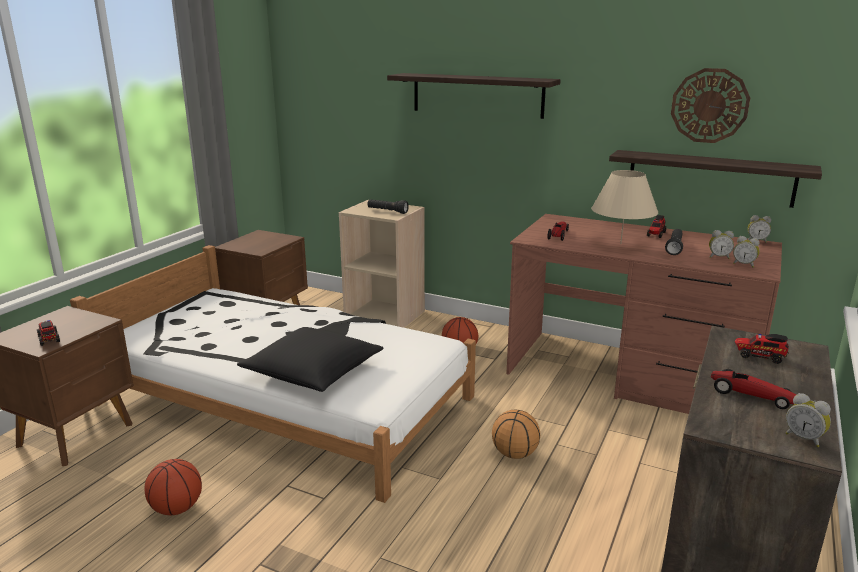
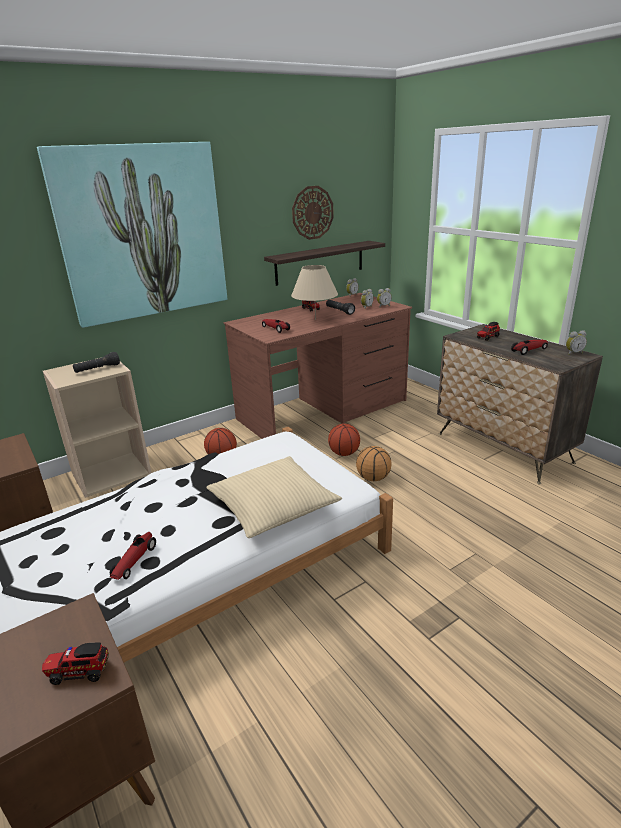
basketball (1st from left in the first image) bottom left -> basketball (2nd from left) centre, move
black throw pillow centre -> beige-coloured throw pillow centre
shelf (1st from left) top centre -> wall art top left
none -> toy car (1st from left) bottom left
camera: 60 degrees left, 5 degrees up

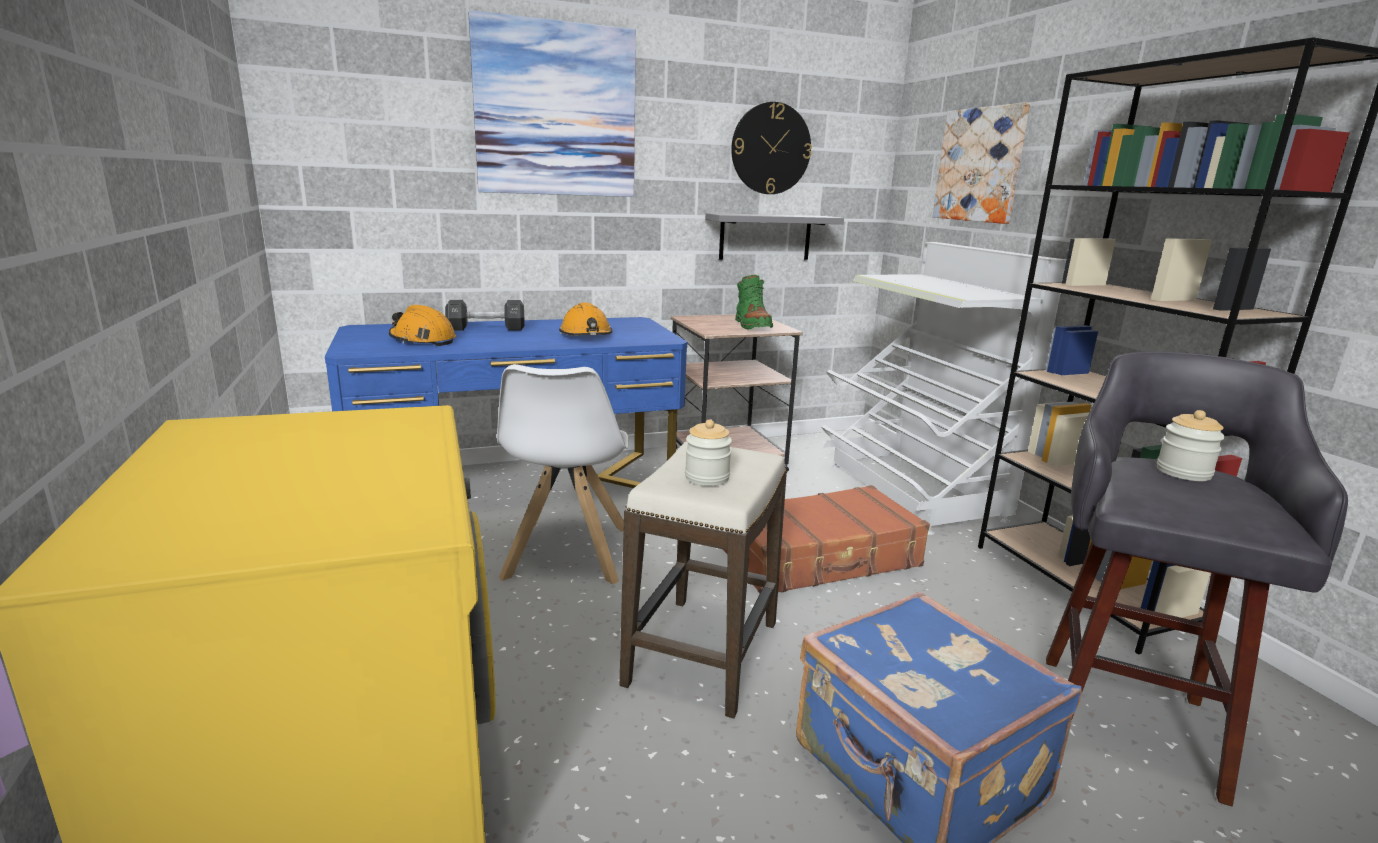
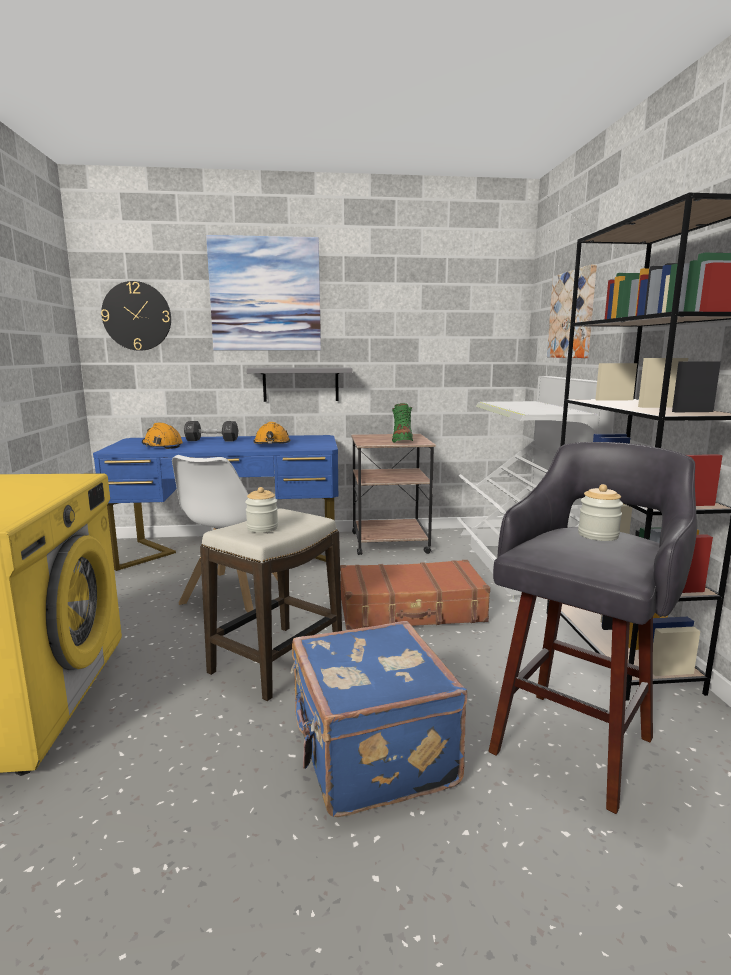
grey shelf top centre -> grey shelf centre, move
clock on the wall top centre -> clock on the wall top left, move
camera: 15 degrees right, 5 degrees down

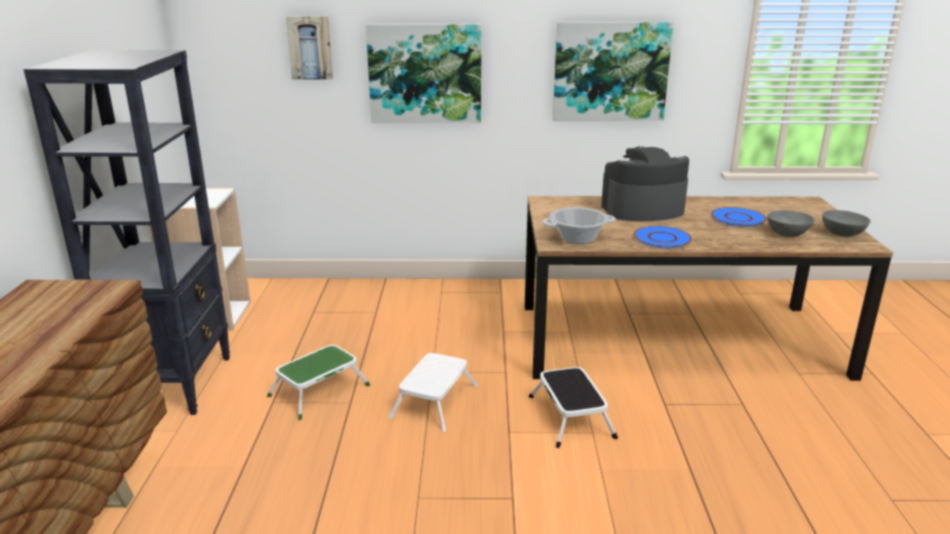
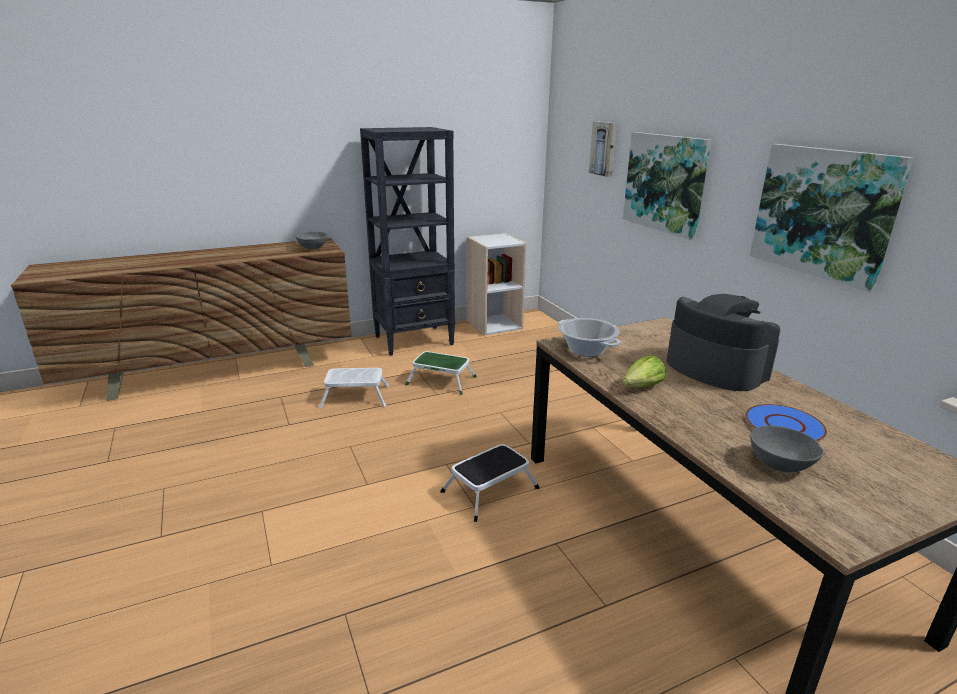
whitish step ladder bottom centre -> whitish step ladder centre, move
blue plate (1st from left) middle right -> head of lettuce middle right
grey serving bowl (2nd from left in the first image) middle right -> grey serving bowl (1st from left) middle left, move
camera: 65 degrees right, 0 degrees up

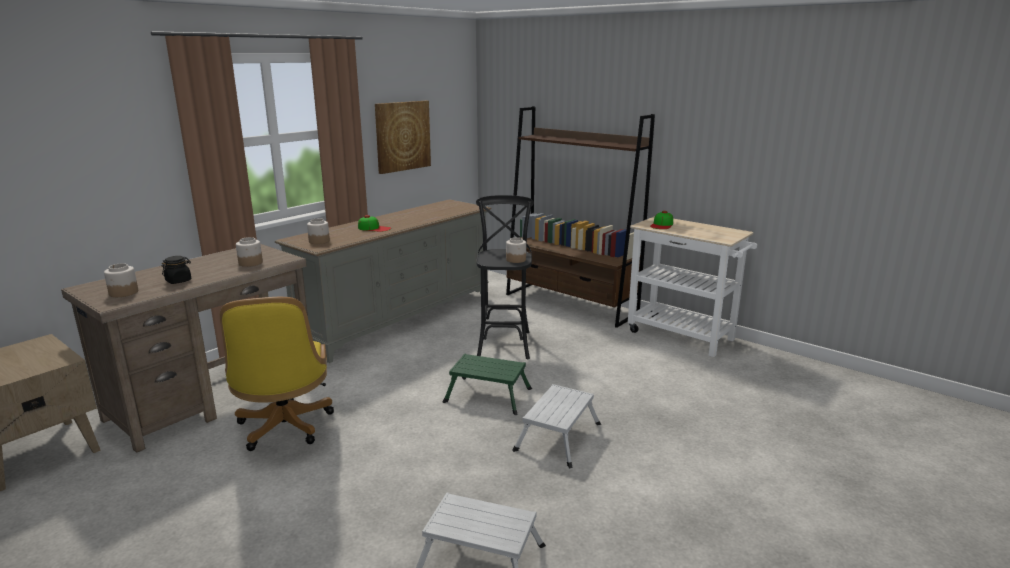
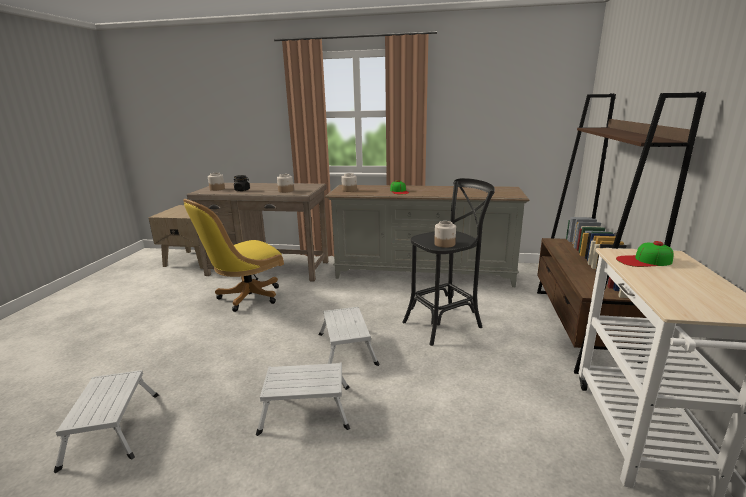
wall art top centre -> none
green step ladder bottom centre -> whitish step ladder (3rd from left) bottom centre
camera: 60 degrees right, 0 degrees up

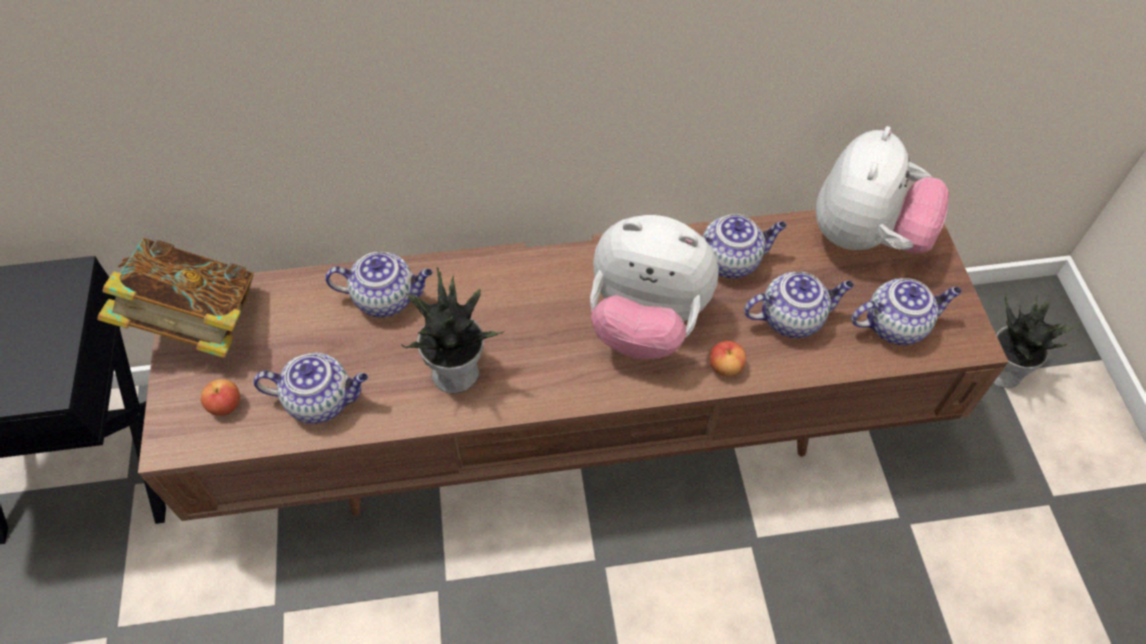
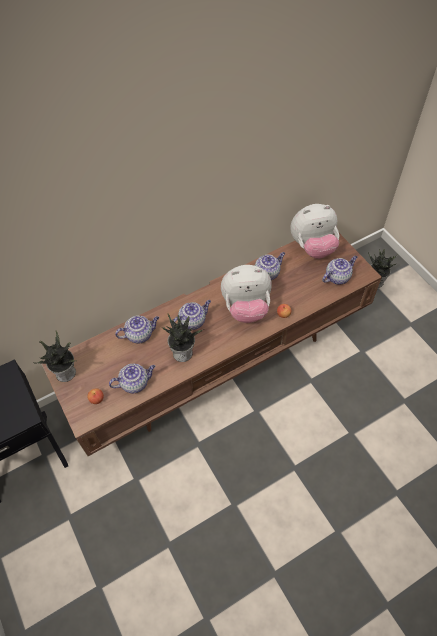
book middle left -> potted plant (1st from left) middle left
pot for tea (4th from left in the first image) middle right -> pot for tea (3rd from left) centre, move
soft toy (2nd from left) top right -> soft toy (2nd from left) middle right, 75 degrees clockwise
camera: 20 degrees left, 0 degrees up

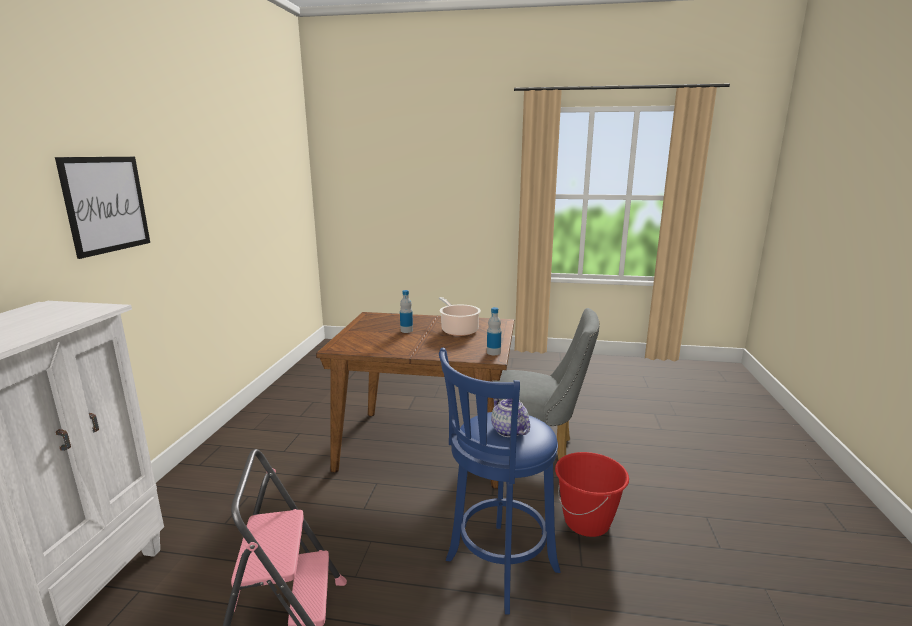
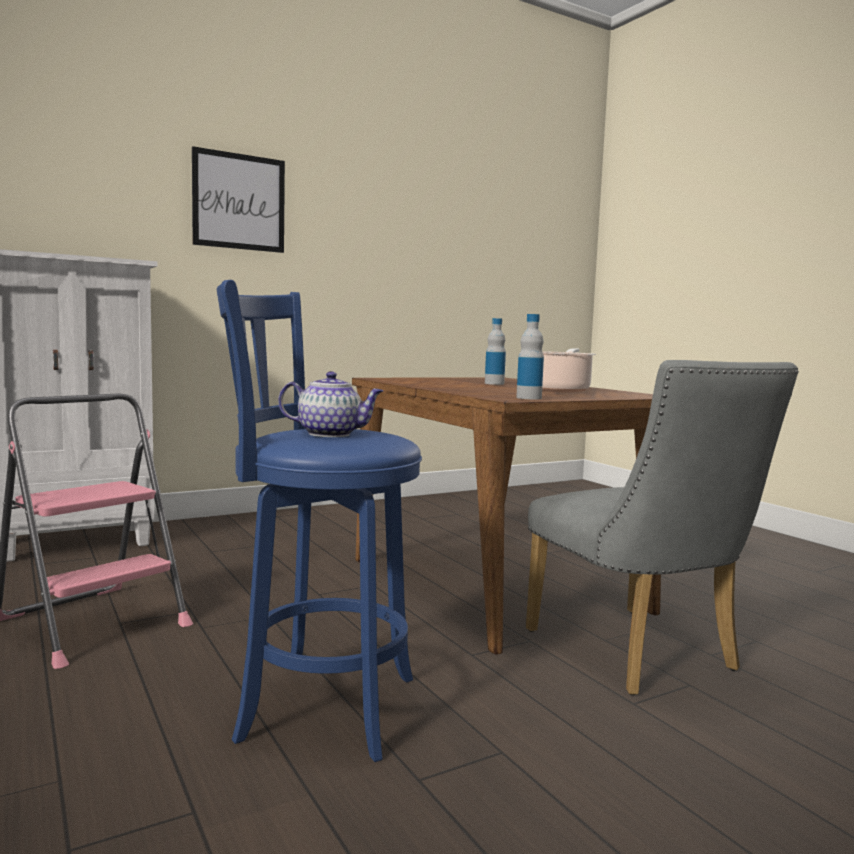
pot for tea centre, 75 degrees clockwise
red-coloured pail bottom centre -> none
camera: 50 degrees right, 10 degrees down

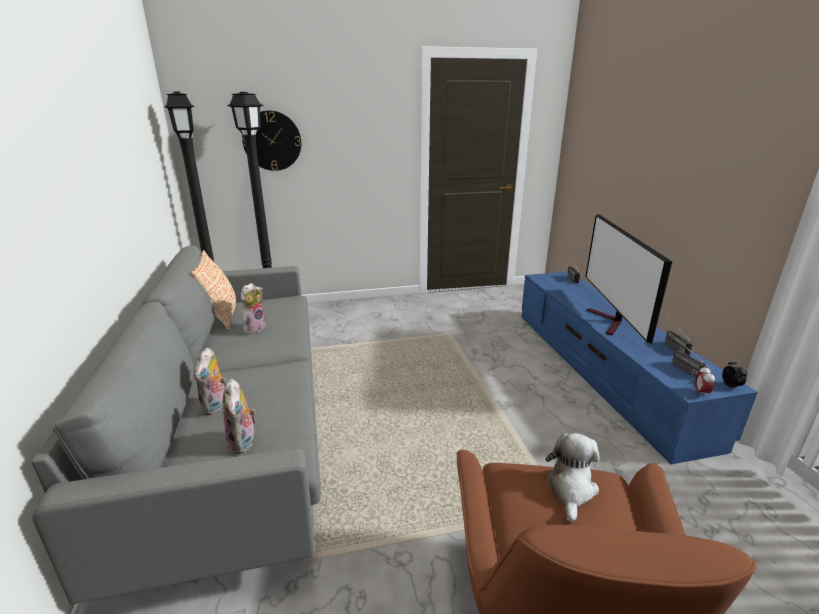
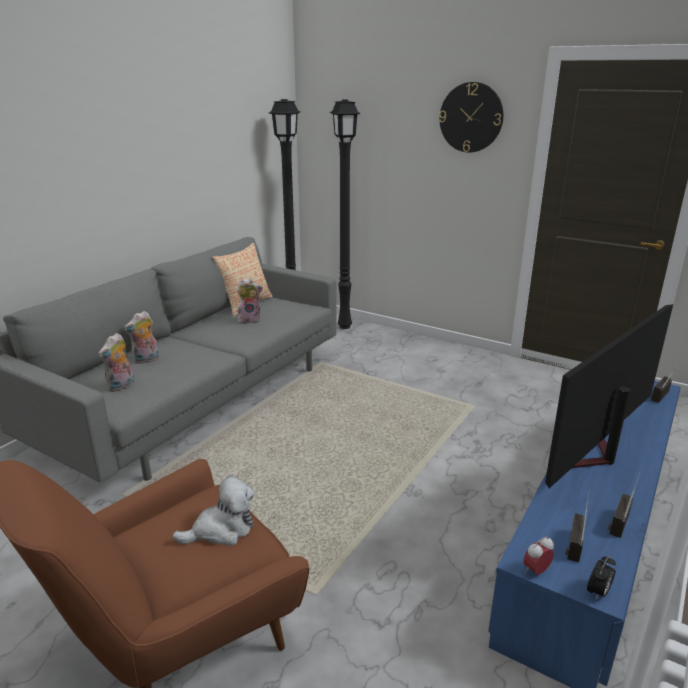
clock on the wall top left -> clock on the wall top right, move
camera: 45 degrees right, 0 degrees up

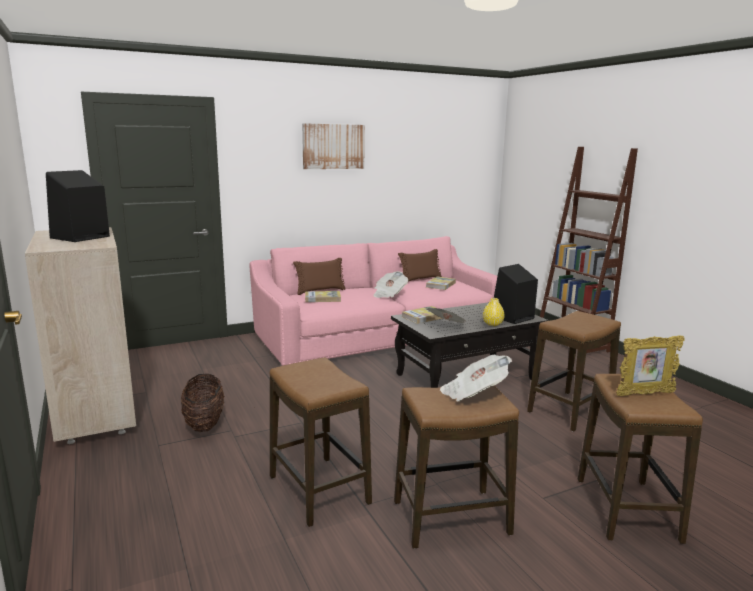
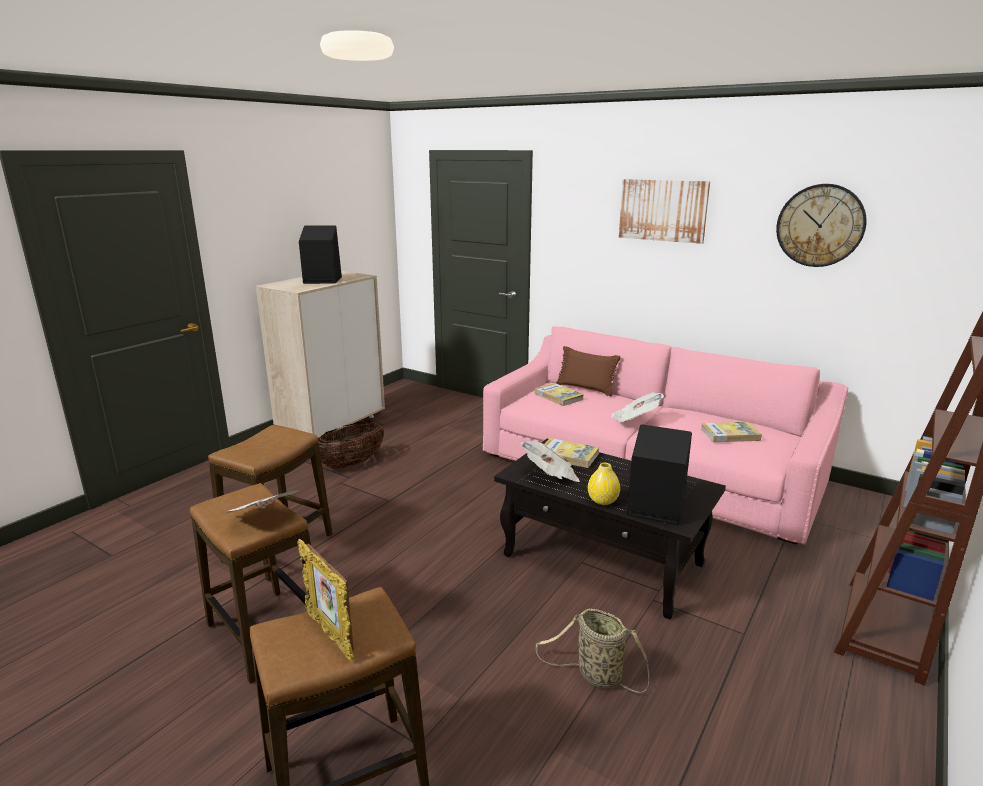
brown throw pillow (2nd from left) centre -> none
stool (3rd from left) middle right -> household basket (2nd from left) bottom centre
none -> clock on the wall top right
camera: 60 degrees right, 5 degrees up

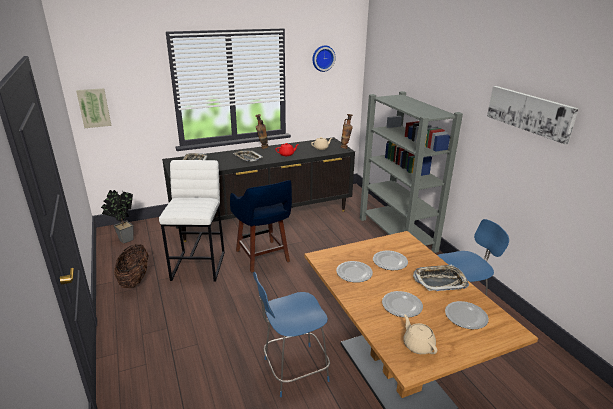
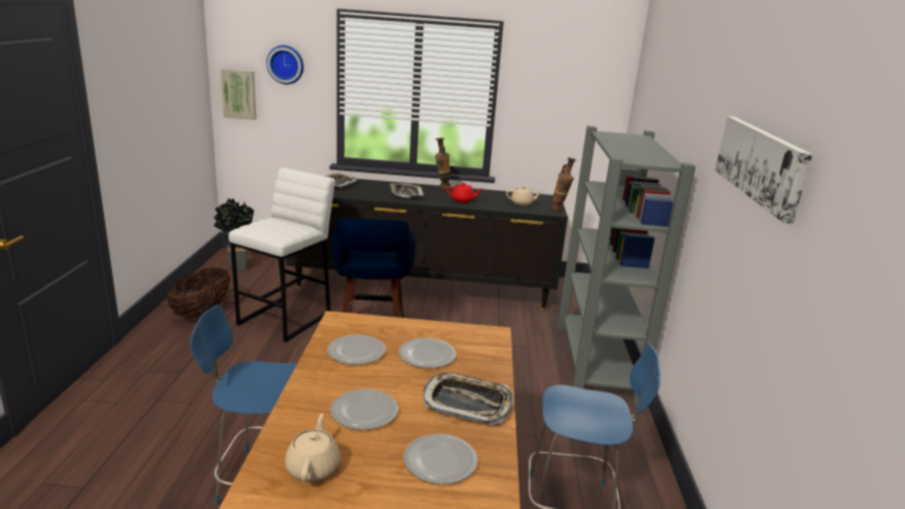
clock on the wall top centre -> clock on the wall top left, move
camera: 25 degrees right, 5 degrees down

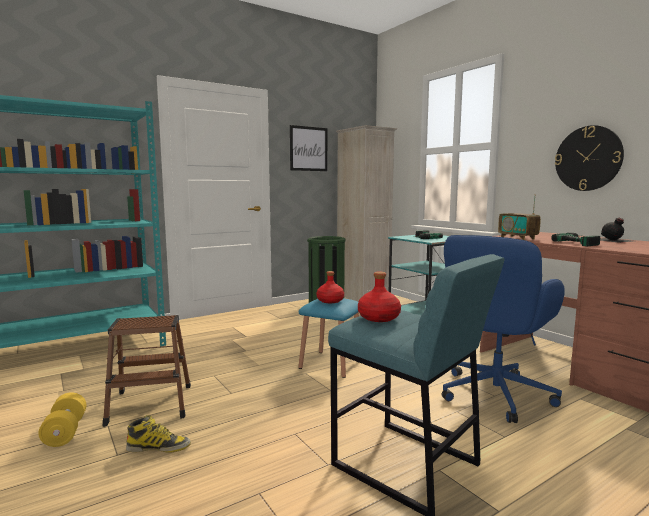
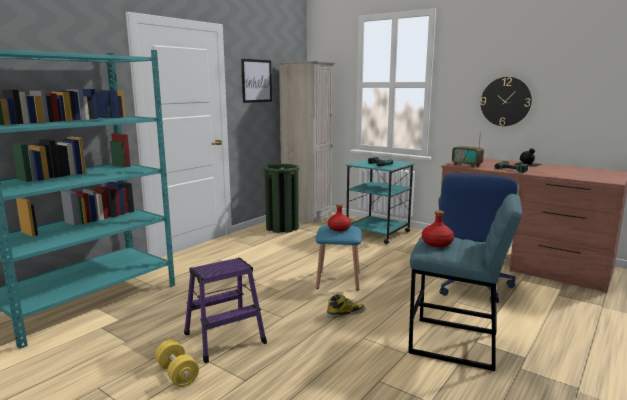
brown step ladder bottom left -> purplish step ladder bottom centre
boot bottom left -> boot bottom centre, move
camera: 20 degrees left, 5 degrees up

